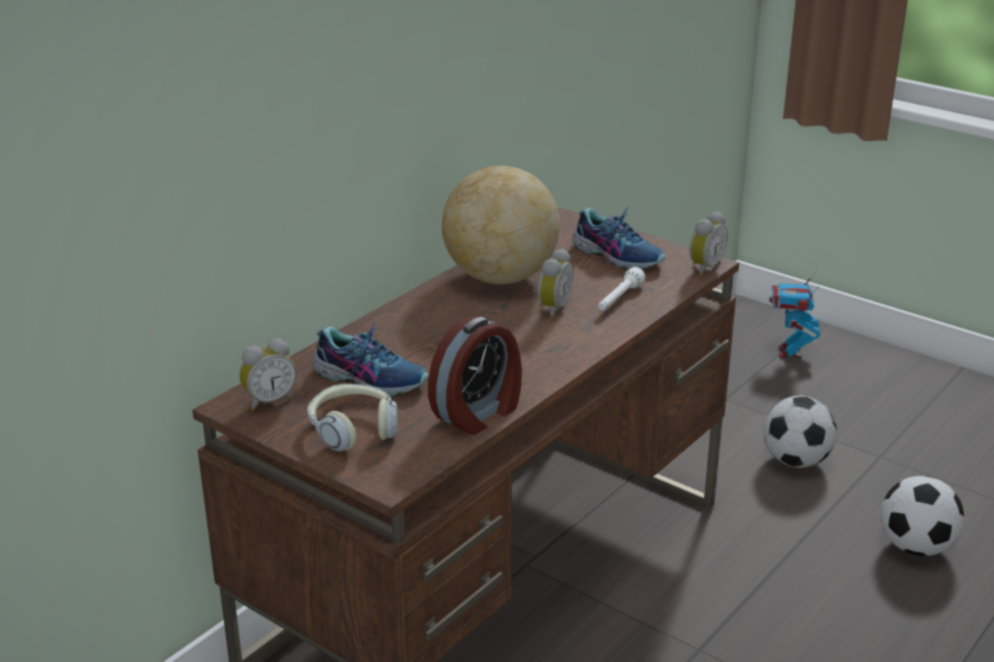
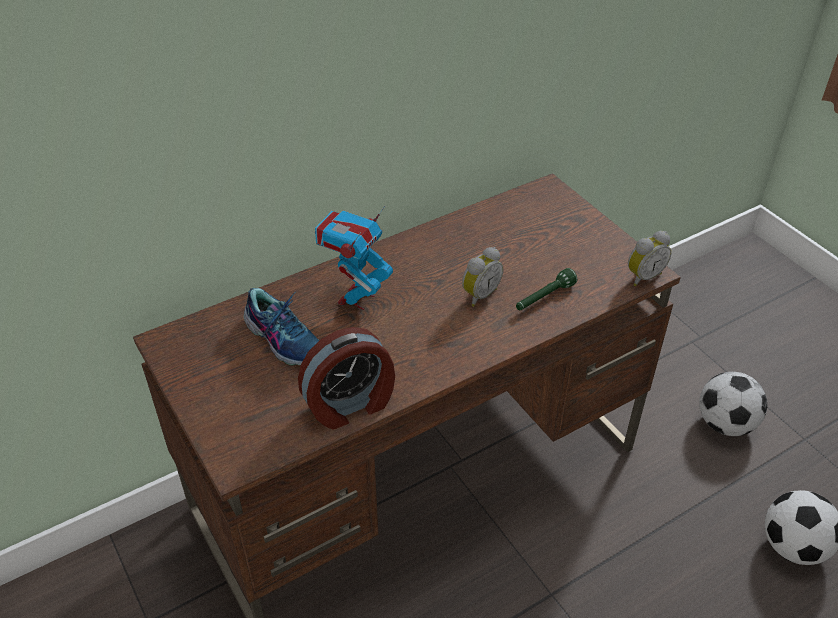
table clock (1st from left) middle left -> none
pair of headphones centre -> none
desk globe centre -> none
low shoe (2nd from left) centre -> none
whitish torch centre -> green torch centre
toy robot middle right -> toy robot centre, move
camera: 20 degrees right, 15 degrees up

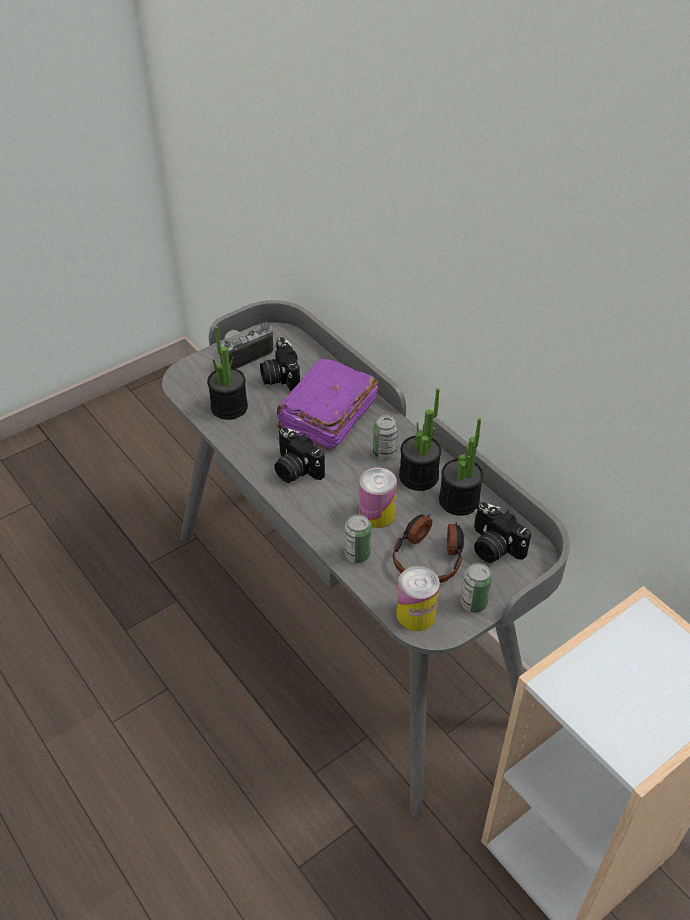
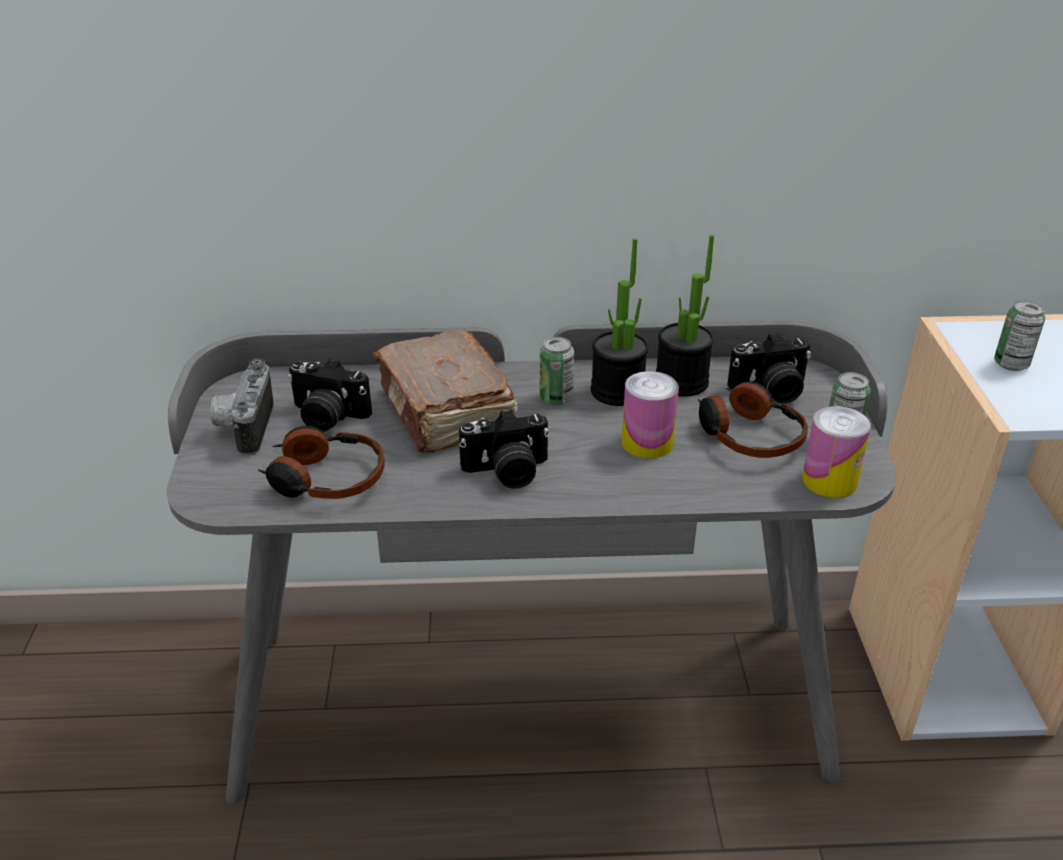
potted plant (1st from left) middle left -> pair of headphones (1st from left) middle left
purplish book centre -> brown book centre
can (1st from left in the first image) centre -> can (5th from left) middle right, move
camera: 55 degrees left, 10 degrees down

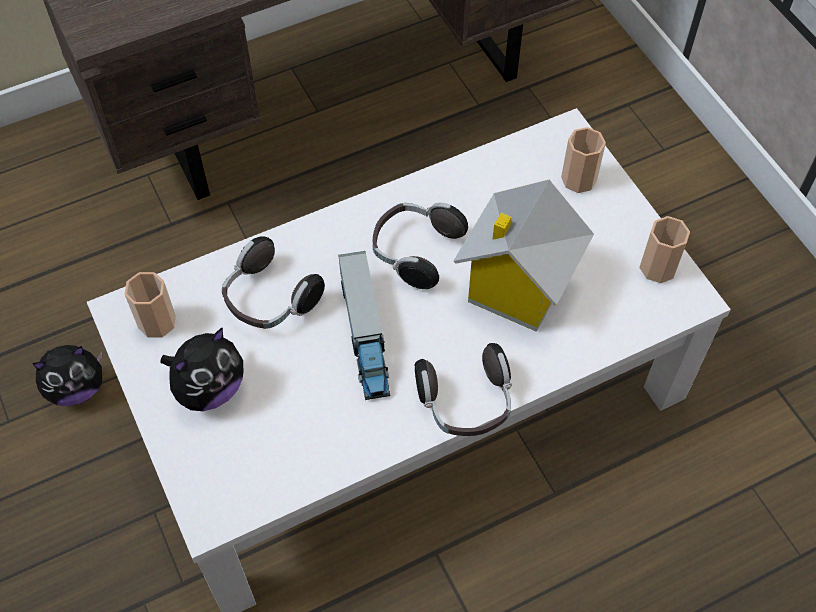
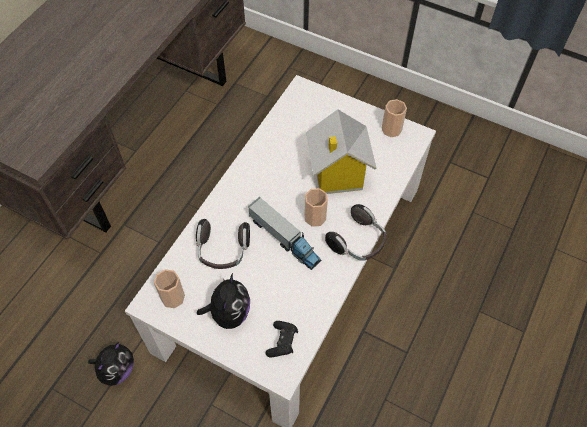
pair of headphones (2nd from left) centre -> none
small cup (2nd from left) top right -> small cup (2nd from left) centre, move
none -> black game controller bottom centre
camera: 35 degrees left, 0 degrees up

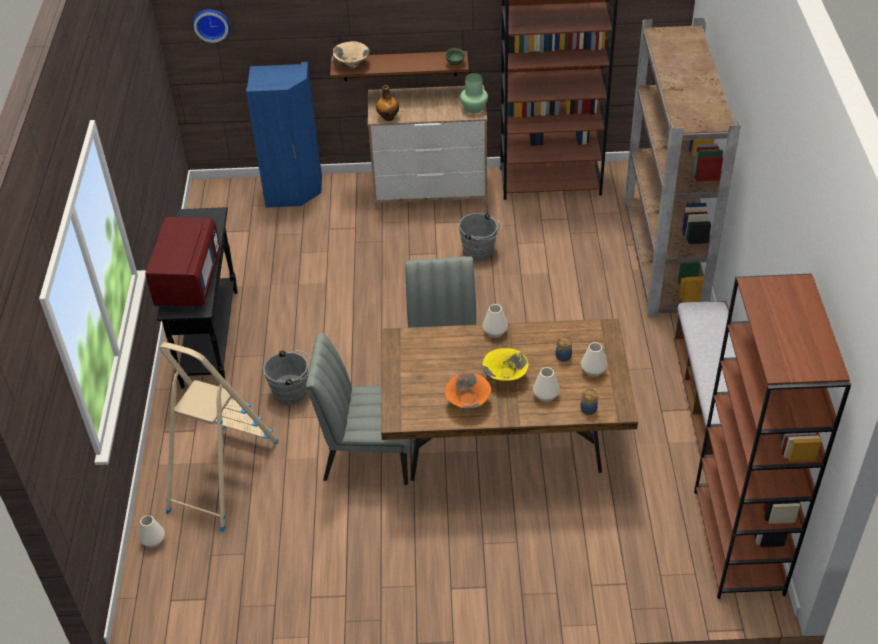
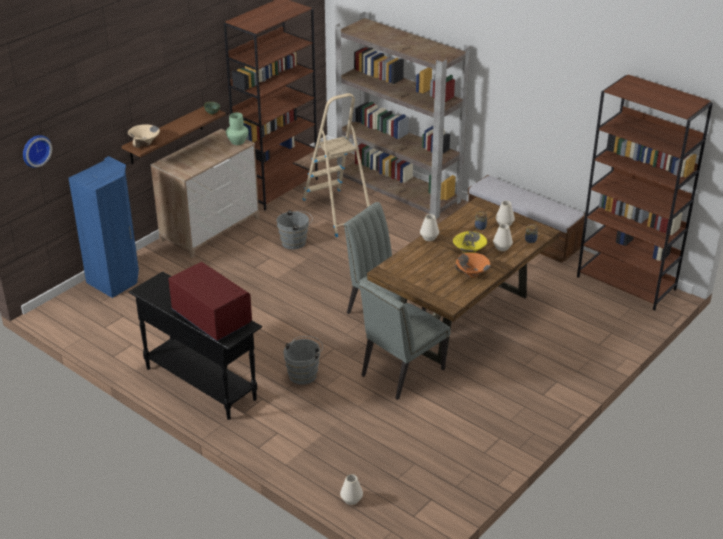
beige-coloured step ladder bottom left -> beige-coloured step ladder top centre, move
drink bottle top centre -> none
camera: 50 degrees left, 10 degrees down

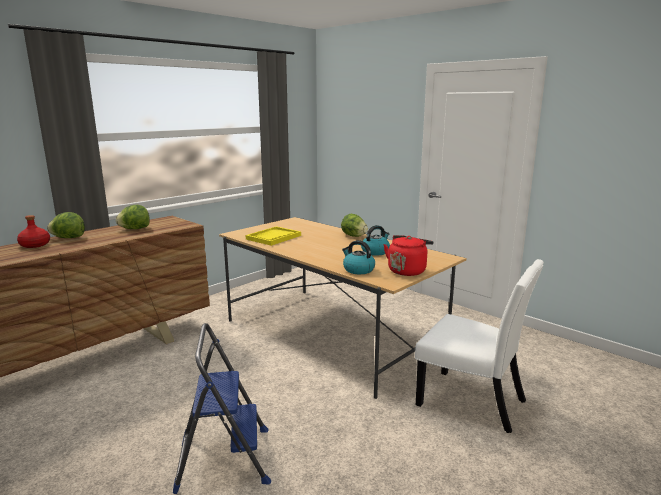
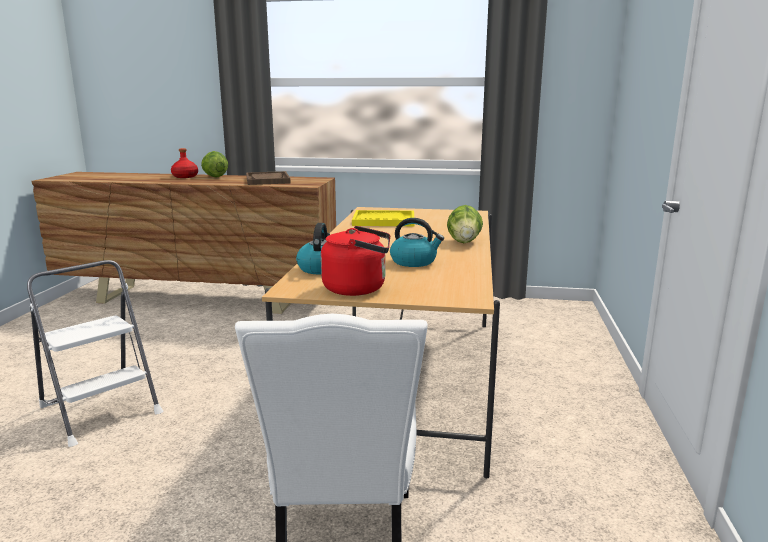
head of lettuce (2nd from left) middle left -> brown tray top centre
blue step ladder bottom centre -> whitish step ladder middle left
camera: 55 degrees right, 0 degrees up

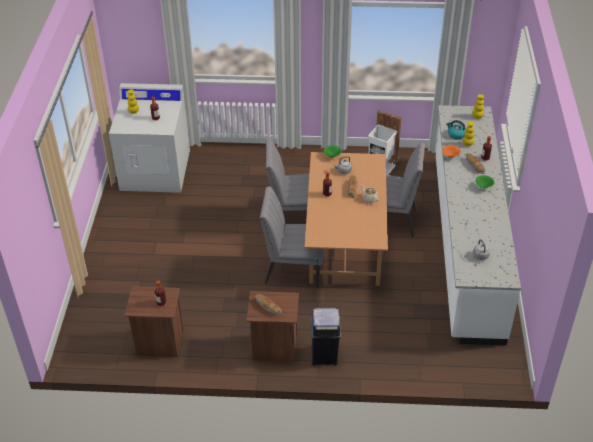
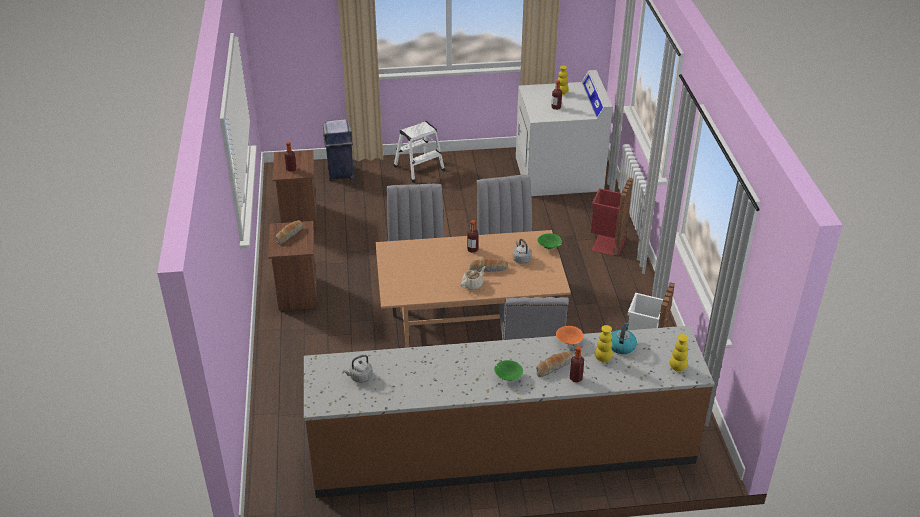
blue trash can bottom centre -> blue trash can top centre, move
whitish kitchen counter middle right -> brown kitchen counter bottom centre
none -> whitish step ladder top centre
none -> red-coloured trash can centre
camera: 80 degrees right, 5 degrees down

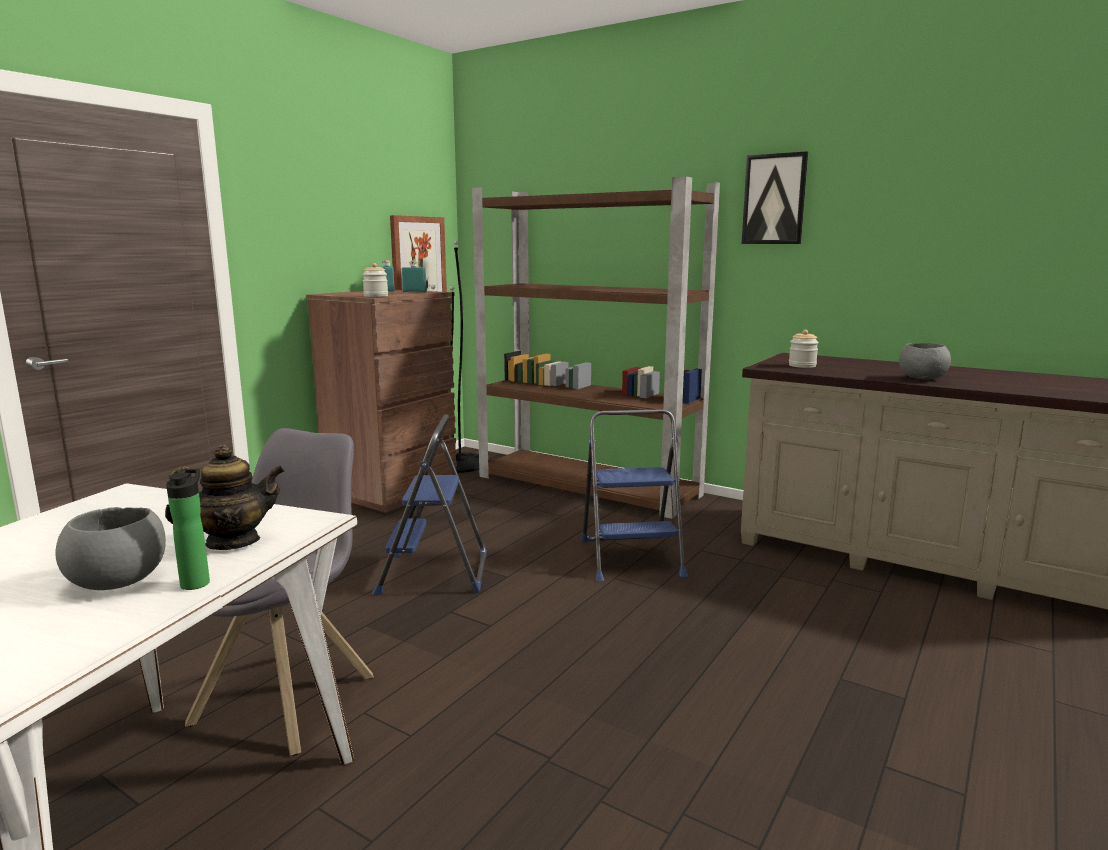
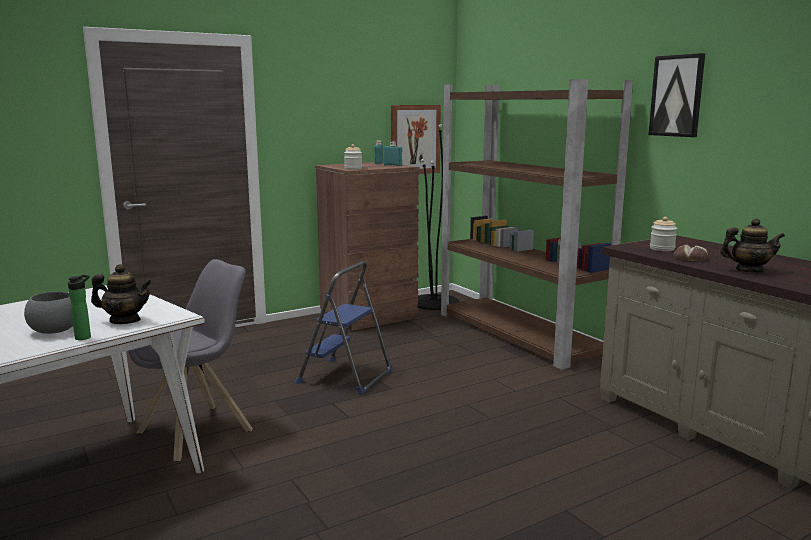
blue step ladder (2nd from left) centre -> none
grey serving bowl (2nd from left) middle right -> pot for tea (2nd from left) middle right
none -> bread middle right
camera: 25 degrees right, 0 degrees up

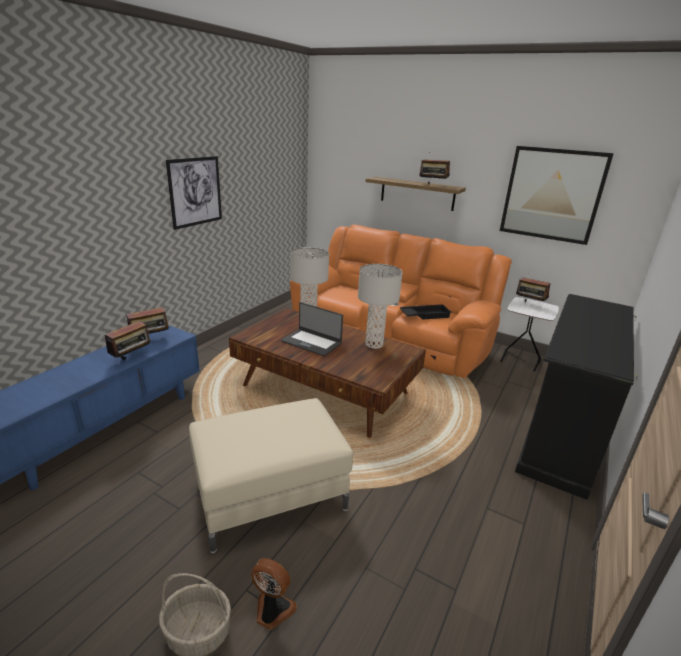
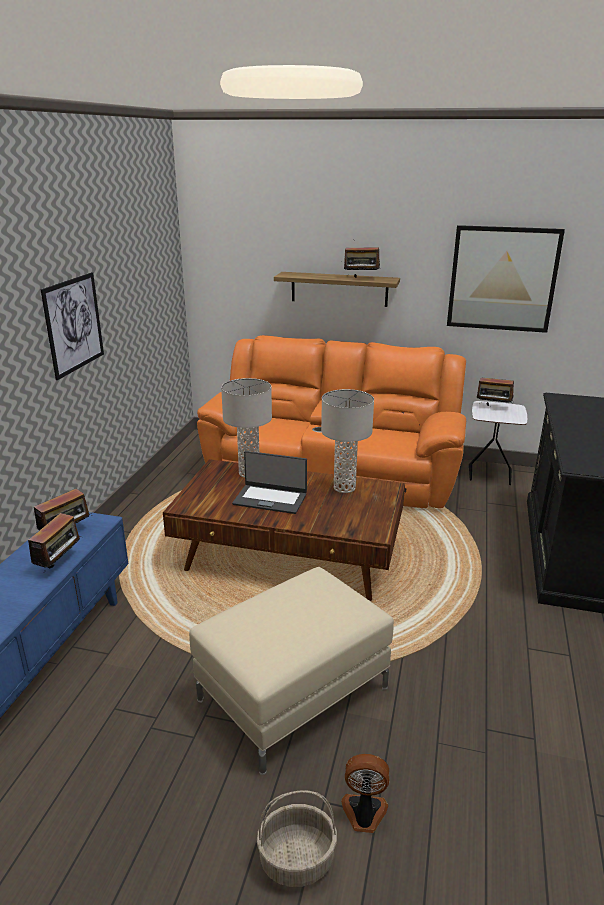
black tray centre -> none
camera: 15 degrees left, 0 degrees up

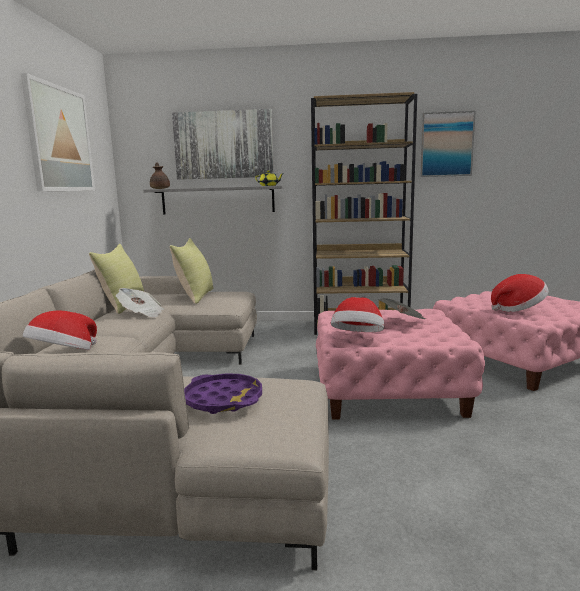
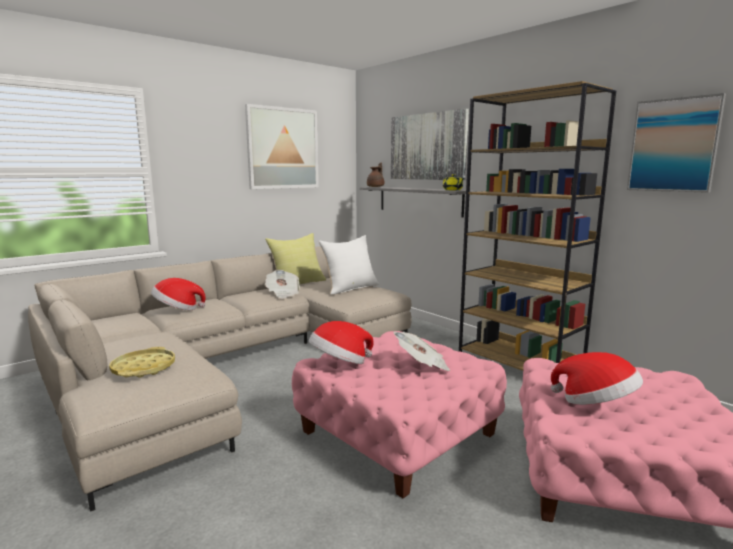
yellow-coloured throw pillow (2nd from left) middle left -> whitish throw pillow centre
purplish tray bottom centre -> yellow-coloured tray middle left
camera: 45 degrees right, 0 degrees up

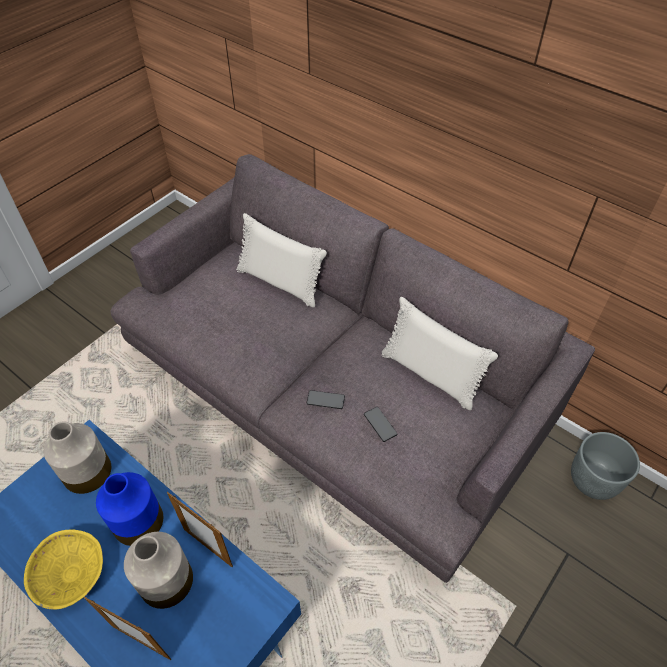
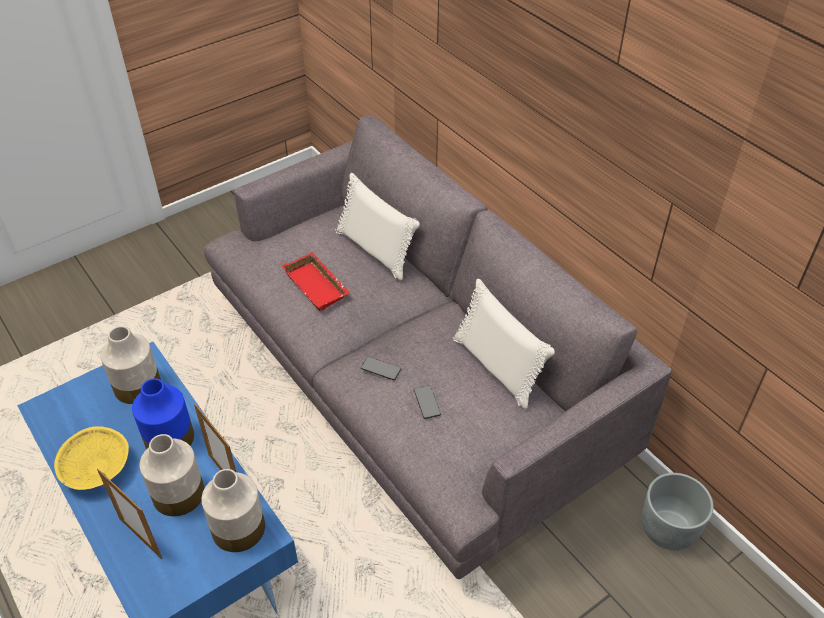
none -> beige-coloured vase (3rd from left) bottom left
none -> red-coloured tray centre
camera: 15 degrees right, 5 degrees down

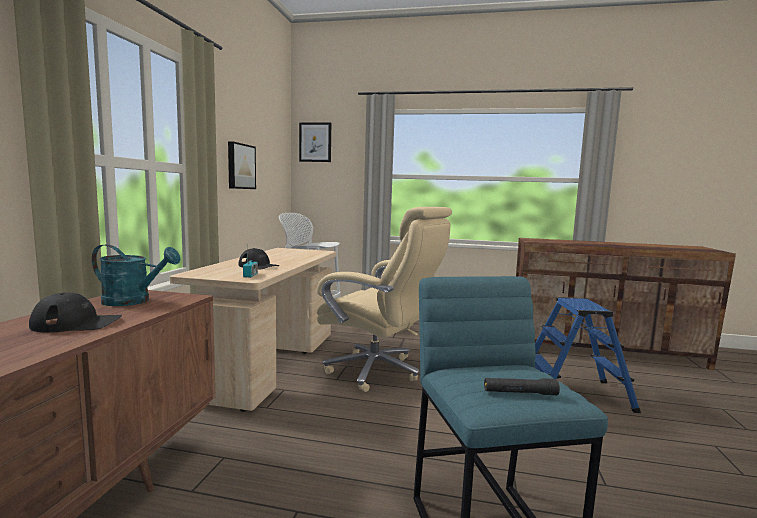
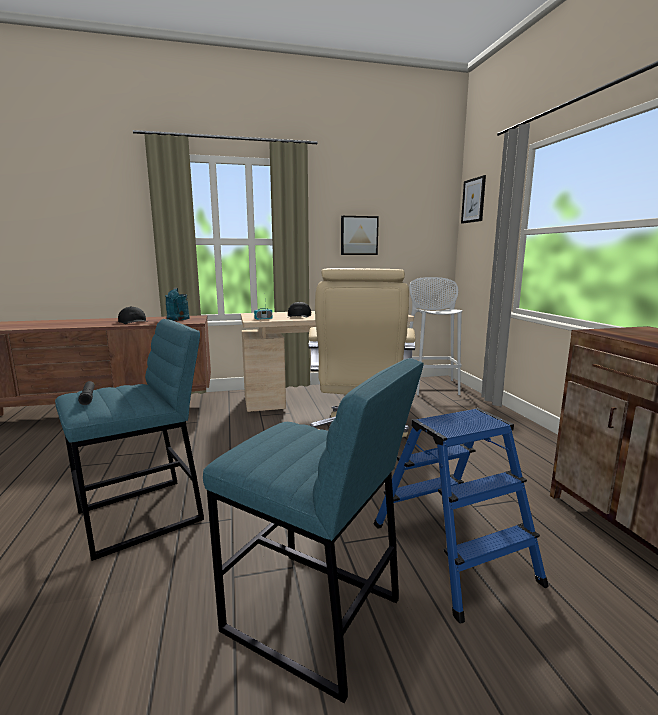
none -> blue stool (2nd from left) bottom centre
camera: 65 degrees right, 5 degrees up

